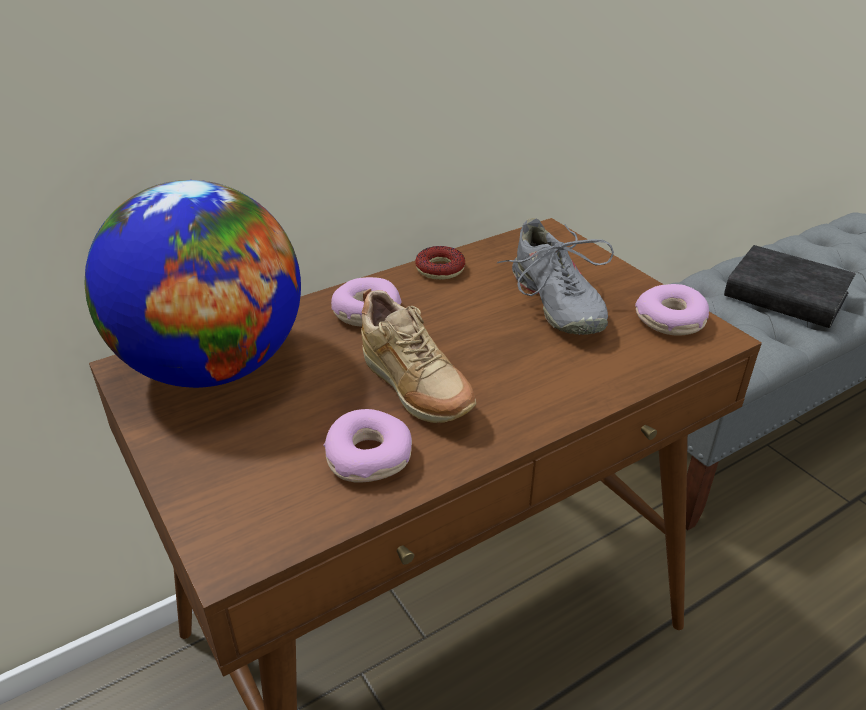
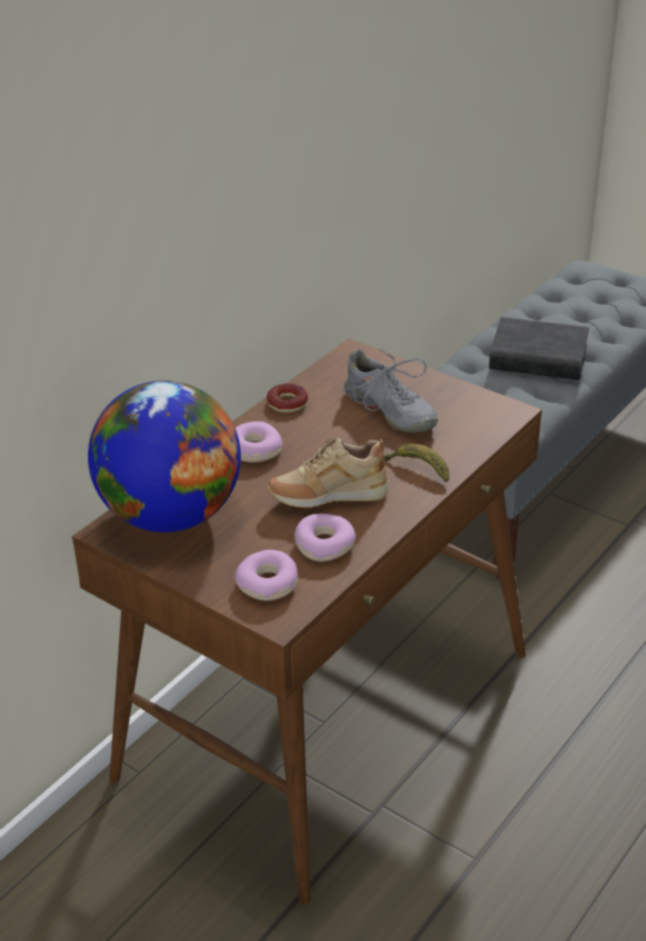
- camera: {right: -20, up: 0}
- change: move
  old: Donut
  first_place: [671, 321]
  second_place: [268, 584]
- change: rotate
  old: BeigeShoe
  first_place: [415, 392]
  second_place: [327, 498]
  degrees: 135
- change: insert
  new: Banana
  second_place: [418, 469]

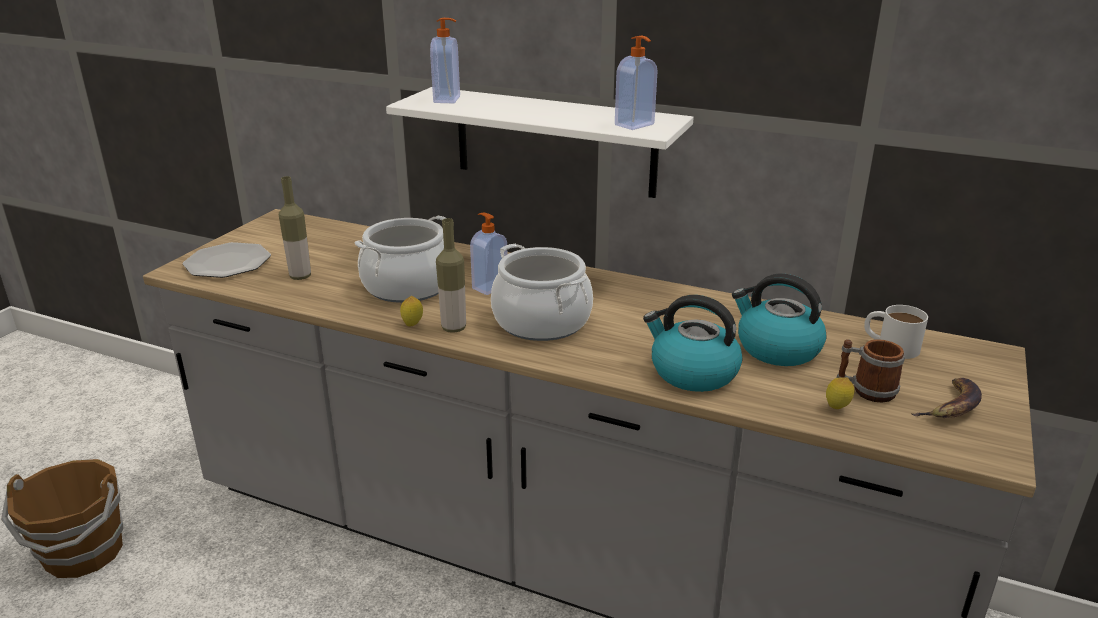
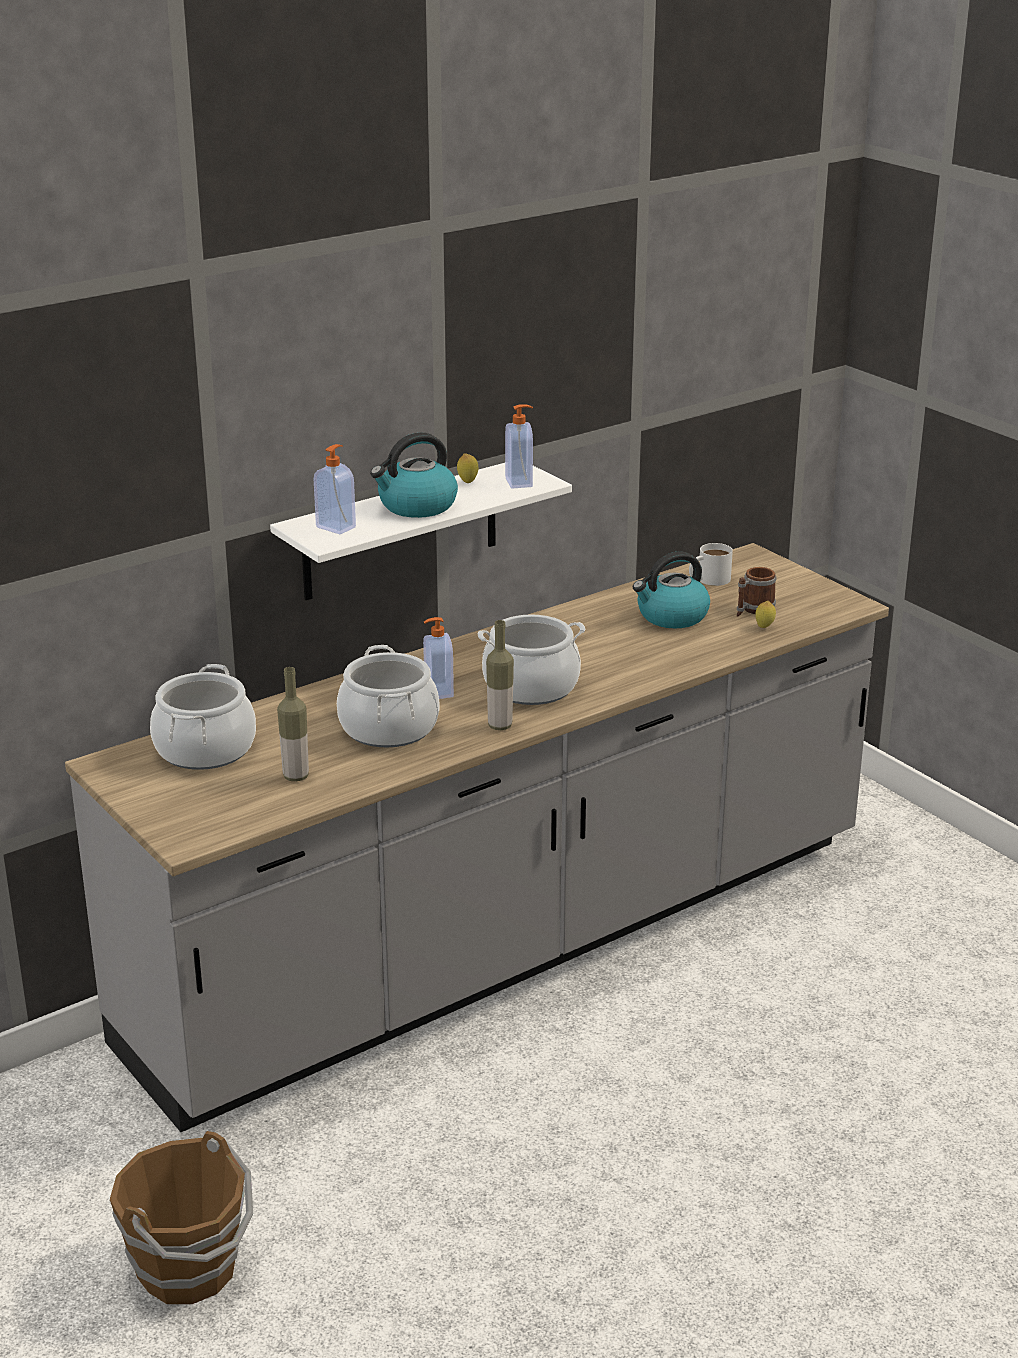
- camera: {right: -60, up: 0}
- change: delete
  old: Plate
  first_place: [227, 263]
- change: move
  old: Kettle
  first_place: [692, 372]
  second_place: [416, 506]
- change: move
  old: Lemon
  first_place: [412, 325]
  second_place: [467, 481]
- change: delete
  old: Banana
  first_place: [952, 406]
- change: insert
  new: CookingPot
  second_place: [204, 749]

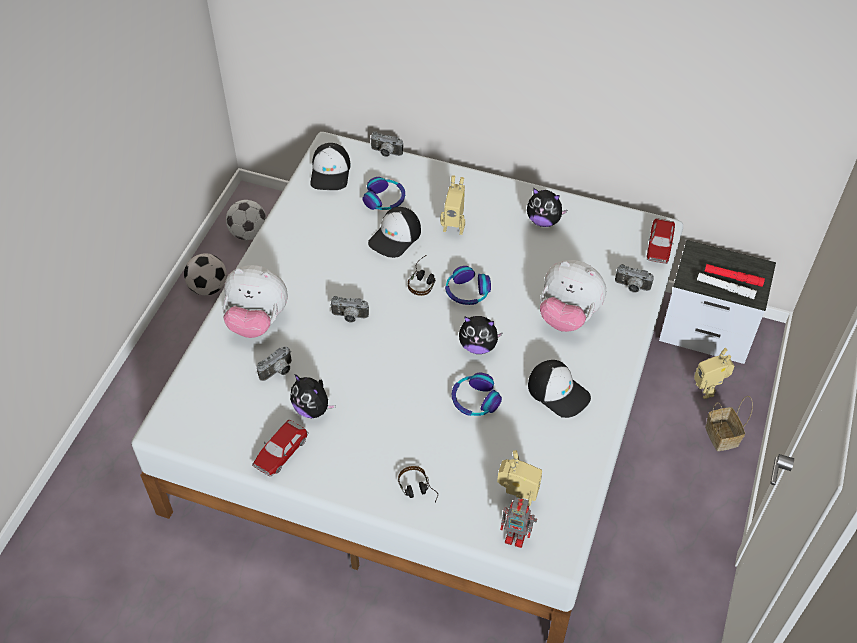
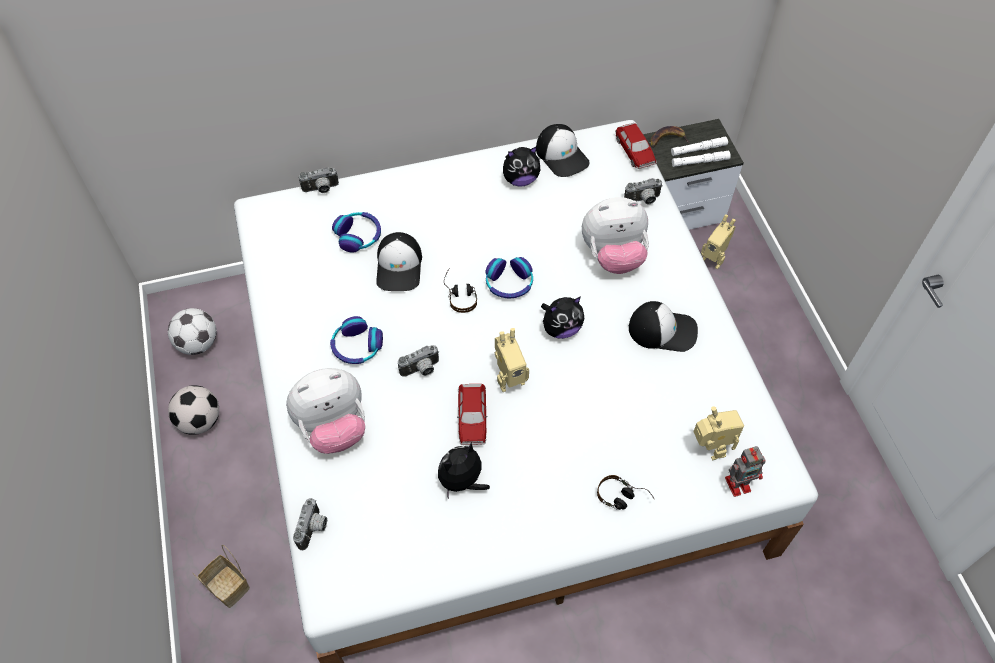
- camera: {right: -35, up: 5}
- change: move
  old: Cap
  first_place: [331, 172]
  second_place: [562, 155]
- change: move
  old: ToyRobot
  first_place: [454, 226]
  second_place: [509, 378]
- change: recolor
  old: RedFlashlight
  new: WhiteFlashlight
  first_place: [733, 278]
  second_place: [698, 149]
- change: move
  old: PhotoCamera
  first_place: [278, 372]
  second_place: [314, 529]
- change: move
  old: Headphones
  first_place: [475, 400]
  second_place: [357, 346]
- change: rotate
  old: PlushToy
  first_place: [313, 408]
  second_place: [462, 481]
  degrees: 135
- change: move
  old: Basket
  first_place: [722, 437]
  second_place: [230, 587]
- change: move
  old: ToyCar
  first_place: [281, 452]
  second_place: [472, 418]
- change: insert
  new: Banana
  second_place: [667, 139]

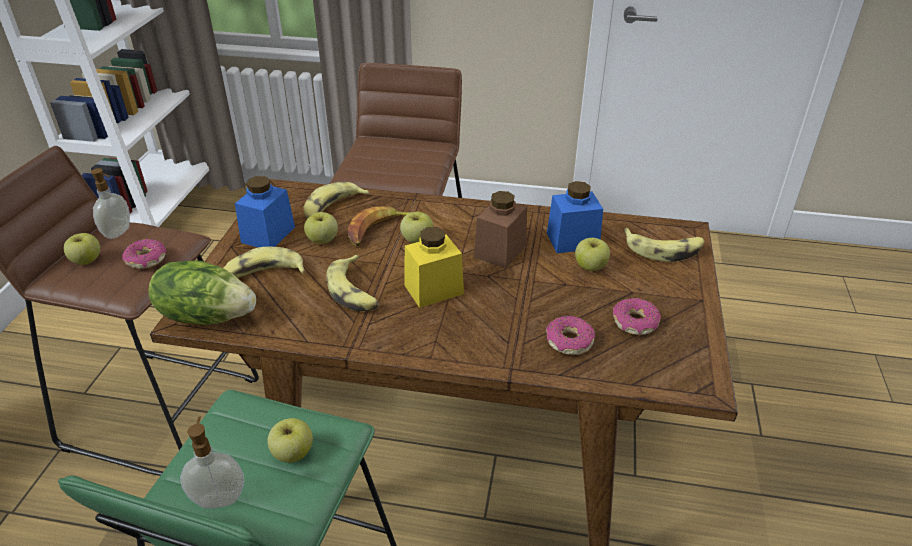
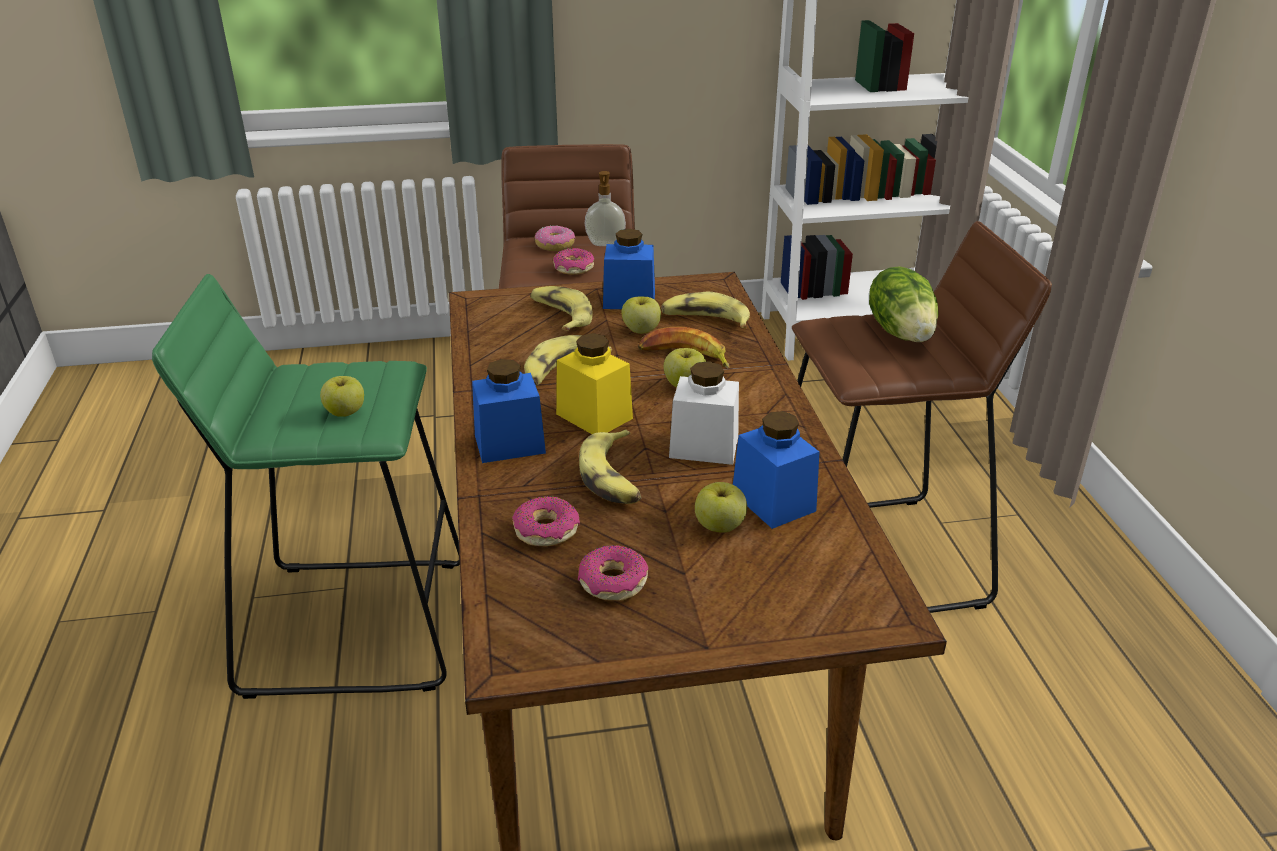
- camera: {right: 70, up: -5}
- change: recolor
  old: BrownJar
  new: WhiteJar
  first_place: [500, 251]
  second_place: [704, 447]
- change: move
  old: Banana
  first_place: [663, 250]
  second_place: [614, 477]
- change: replace
  old: Apple
  new: Donut
  first_place: [86, 260]
  second_place: [555, 245]
- change: move
  old: Lettuce
  first_place: [207, 315]
  second_place: [902, 332]
- change: delete
  old: SoapDispenser
  first_place: [219, 498]
- change: insert
  new: BlueJar
  second_place: [509, 444]

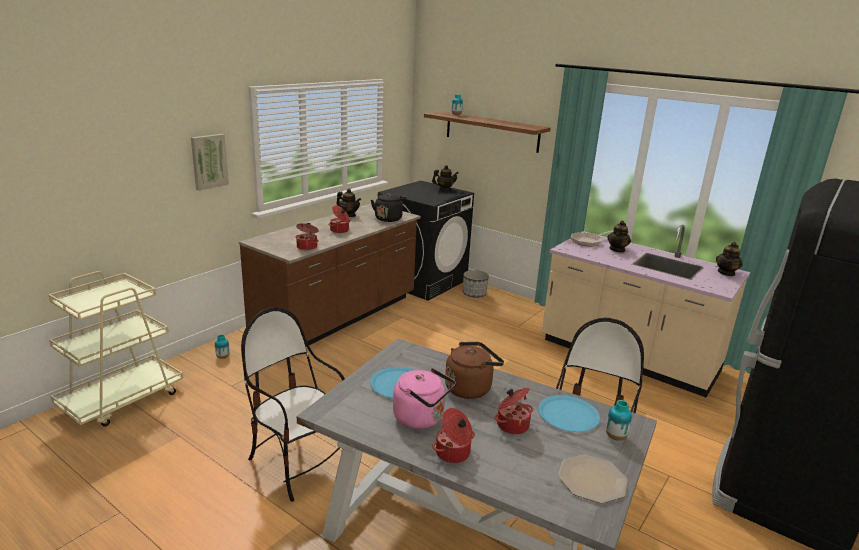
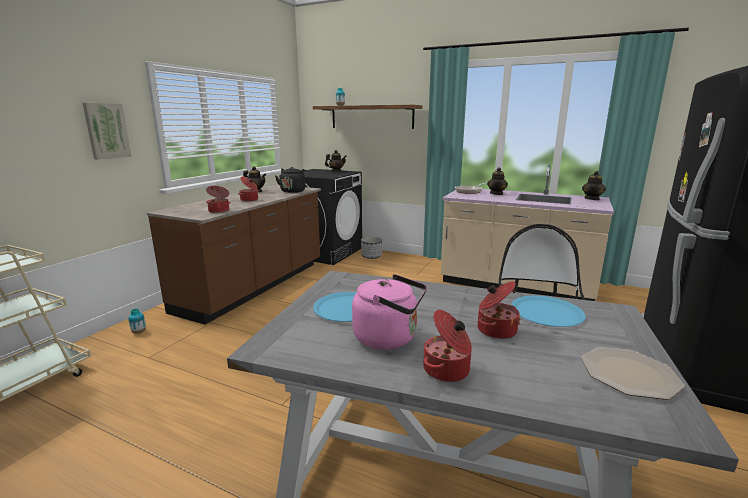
- camera: {right: -10, up: -5}
- change: delete
  old: Chair
  first_place: [298, 463]
- change: delete
  old: BrownKettle
  first_place: [470, 388]
- change: delete
  old: Vase
  first_place: [615, 437]

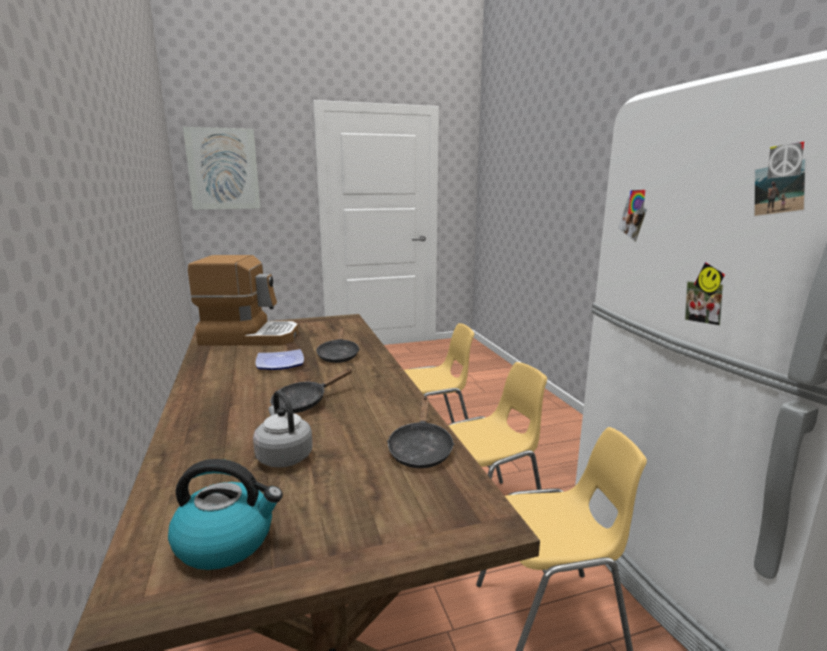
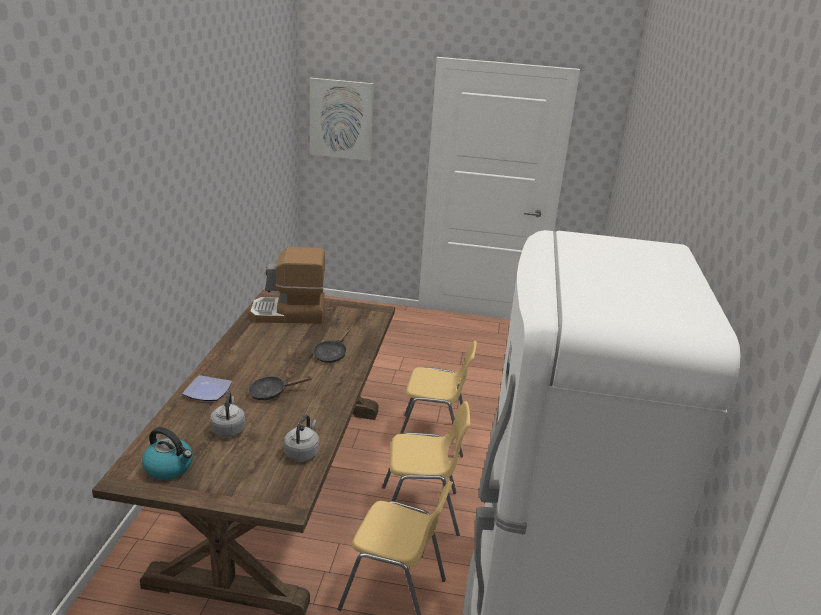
- camera: {right: 25, up: 10}
- change: rotate
  old: CoffeeMachine
  first_place: [250, 337]
  second_place: [289, 314]
  degrees: 150
- change: move
  old: Plate
  first_place: [279, 363]
  second_place: [206, 391]
- change: replace
  old: BlackFryingPan
  new: GreyKettle
  first_place: [420, 450]
  second_place: [302, 452]

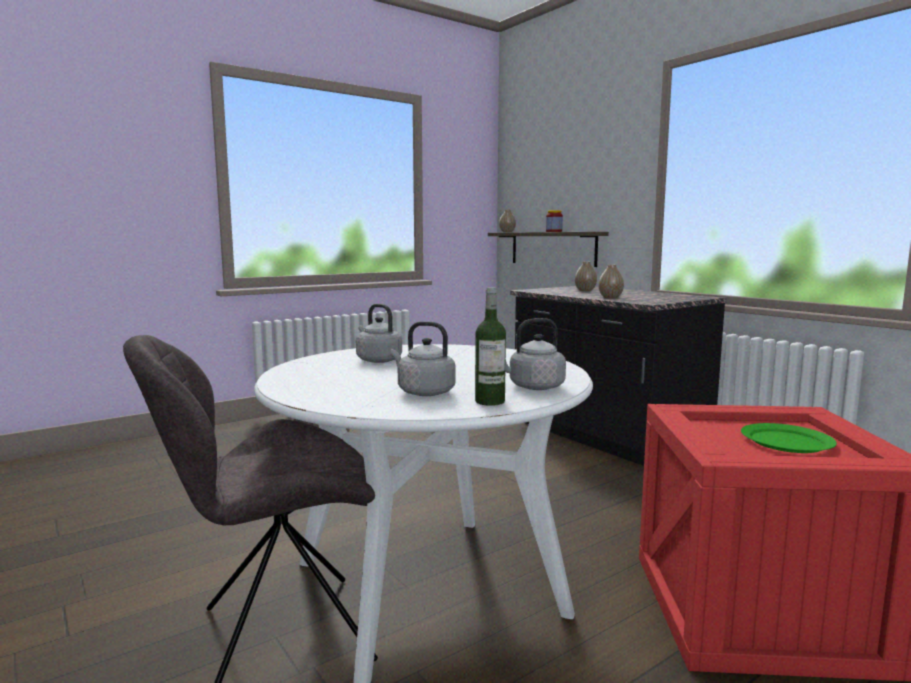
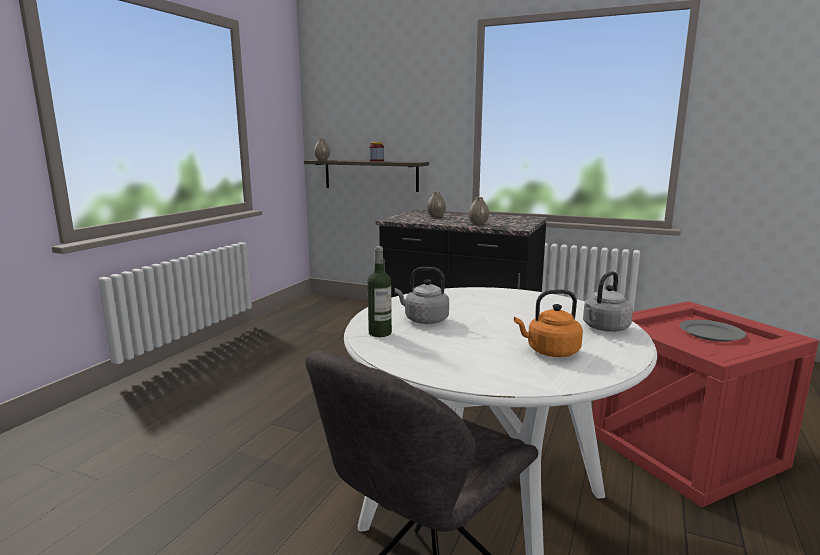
- camera: {right: -30, up: 5}
- change: move
  old: Bottle
  first_place: [490, 401]
  second_place: [380, 333]
- change: recolor
  old: GreyKettle
  new: OrangeKettle
  first_place: [423, 392]
  second_place: [550, 351]
- change: recolor
  old: GreenPlate
  new: GreyPlate
  first_place: [786, 442]
  second_place: [711, 333]

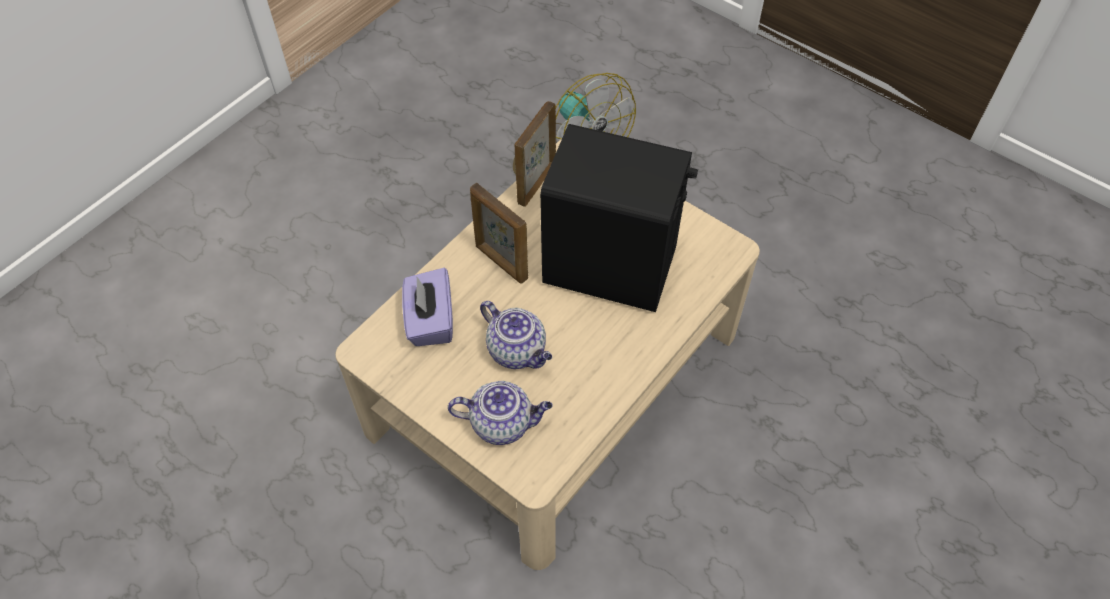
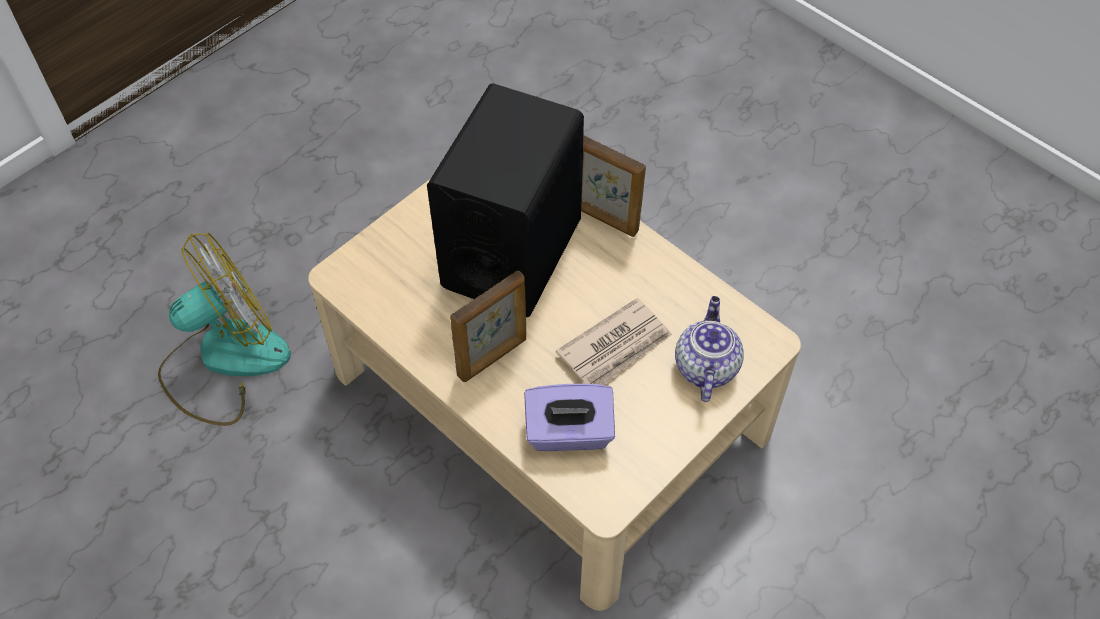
- camera: {right: -85, up: 0}
- change: move
  old: PictureFrame
  first_place: [536, 183]
  second_place: [604, 219]
- change: replace
  old: Teapot
  new: Newspaper
  first_place: [518, 351]
  second_place: [616, 347]

